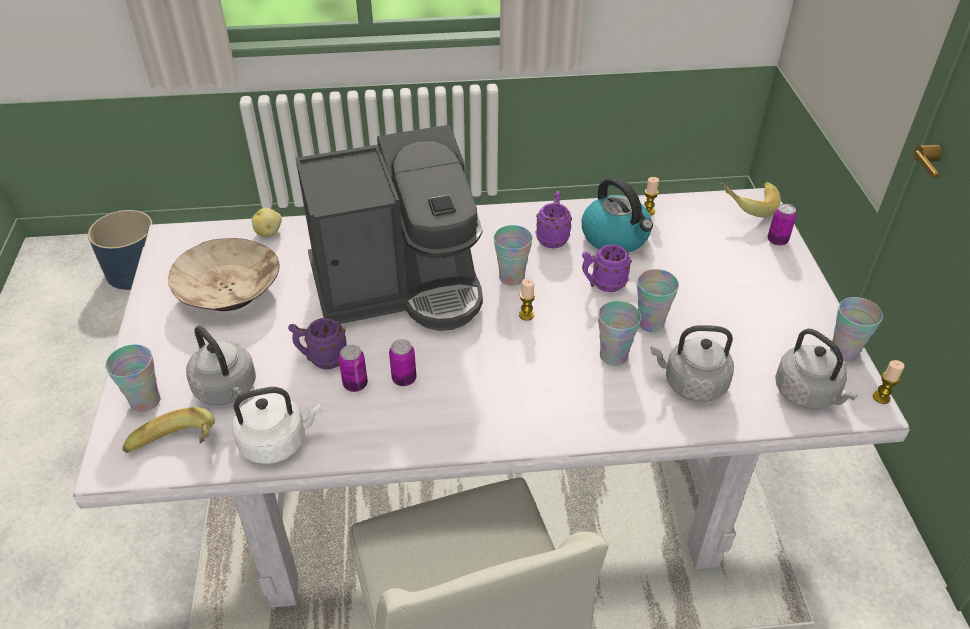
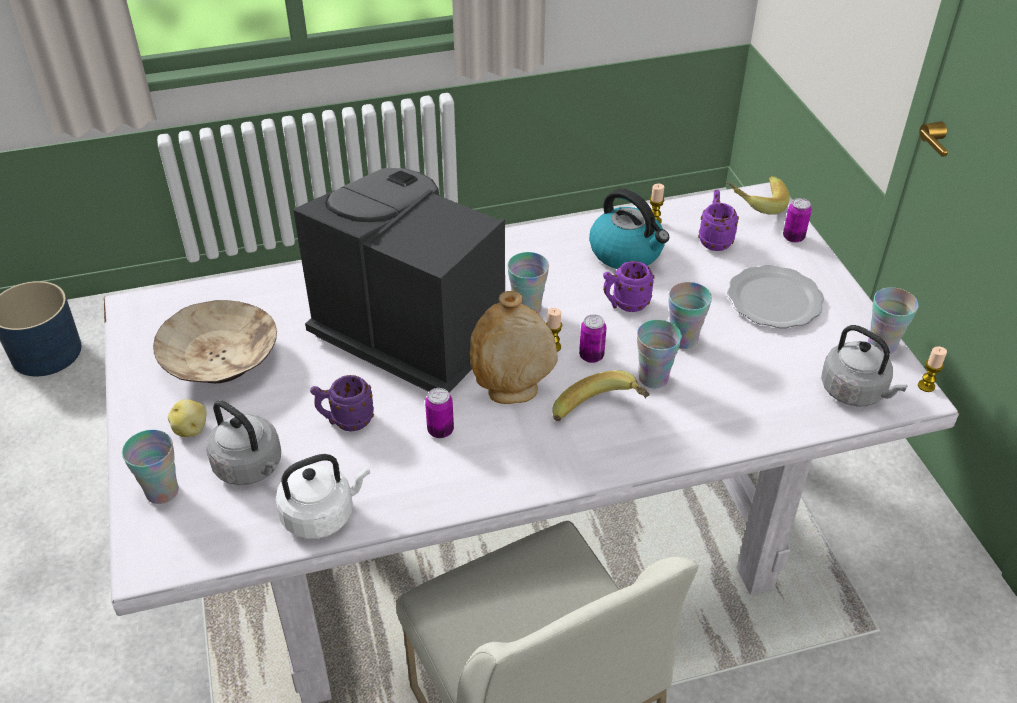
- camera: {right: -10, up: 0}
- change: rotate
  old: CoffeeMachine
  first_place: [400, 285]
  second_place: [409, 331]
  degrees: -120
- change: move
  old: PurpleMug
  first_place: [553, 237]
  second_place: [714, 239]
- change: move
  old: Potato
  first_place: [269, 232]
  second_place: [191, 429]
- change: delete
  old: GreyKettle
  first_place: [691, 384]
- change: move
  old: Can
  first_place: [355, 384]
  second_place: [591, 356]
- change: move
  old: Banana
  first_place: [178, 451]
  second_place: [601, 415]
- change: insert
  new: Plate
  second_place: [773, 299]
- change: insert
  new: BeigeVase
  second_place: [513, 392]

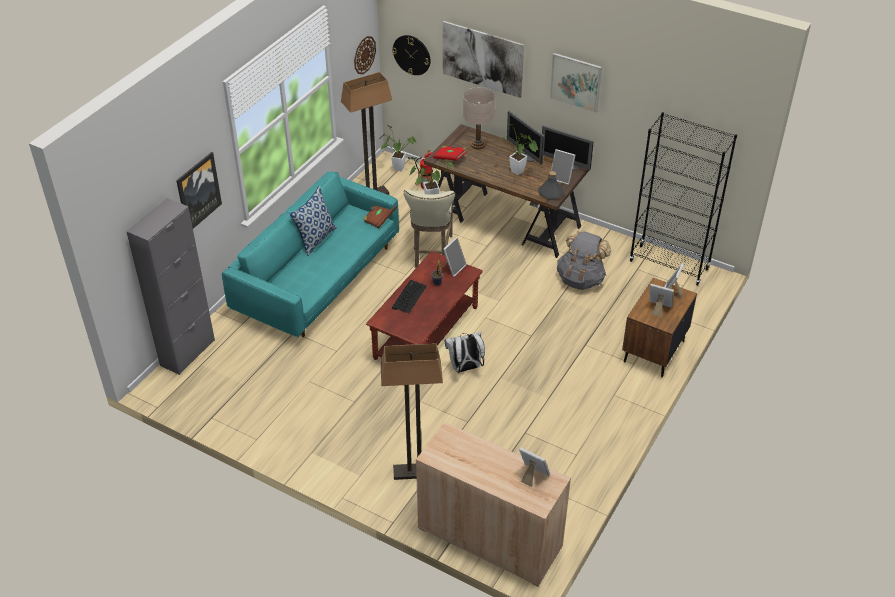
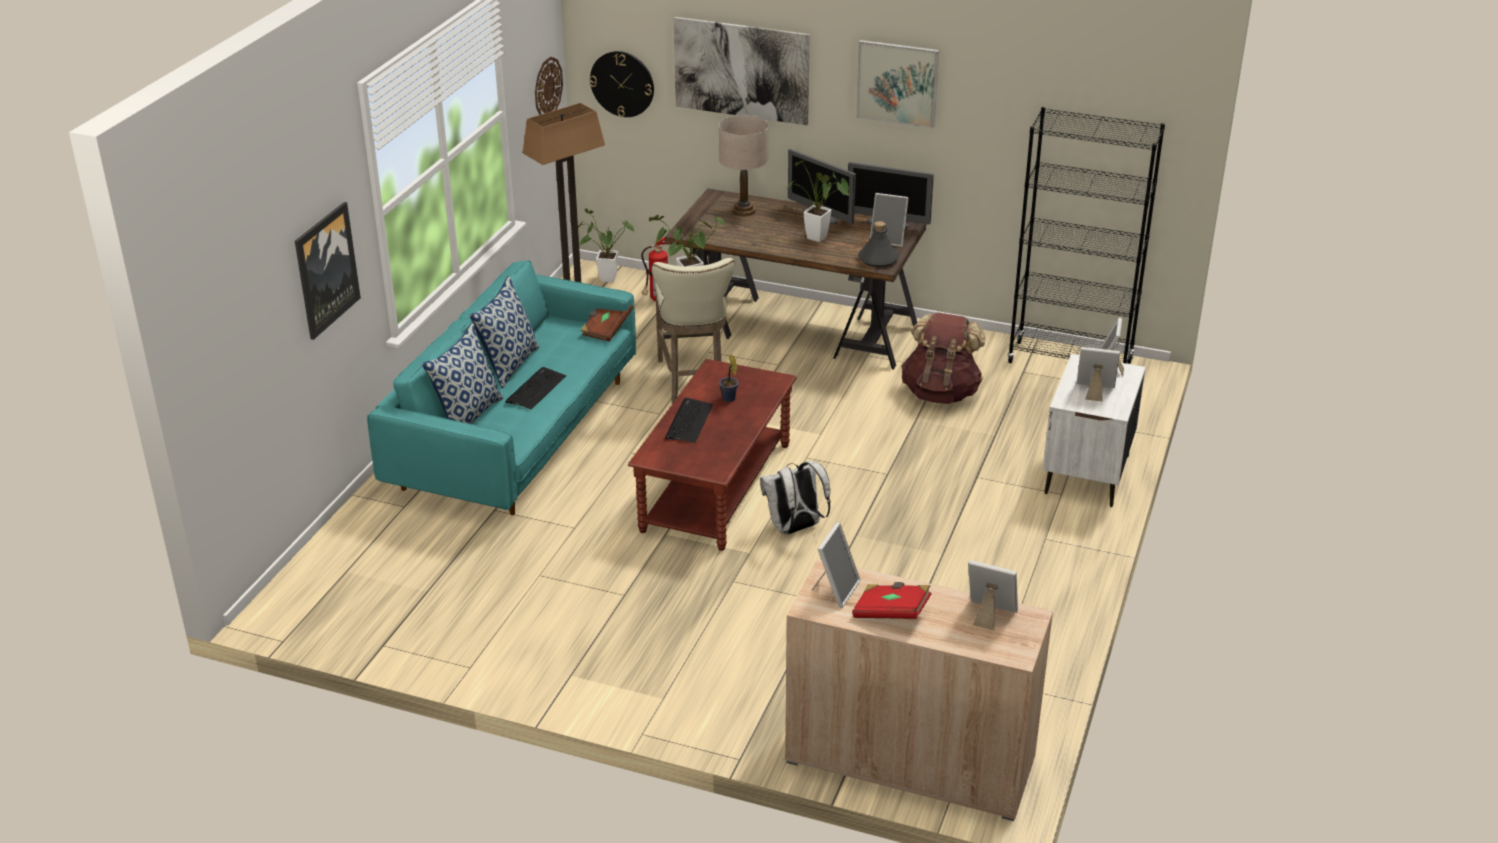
- camera: {right: -10, up: -10}
- change: move
  old: RedBook
  first_place: [450, 158]
  second_place: [891, 613]
- change: delete
  old: GreyCabinet
  first_place: [187, 352]
- change: recolor
  old: GreyBackpack
  new: BrownBackpack
  first_place: [581, 279]
  second_place: [941, 393]
- change: move
  old: PictureFrame
  first_place: [453, 268]
  second_place: [835, 590]
- change: recolor
  old: BrownNightstand
  new: WhiteNightstand
  first_place: [653, 351]
  second_place: [1086, 475]
- change: delete
  old: FloorLamp
  first_place: [414, 472]
- change: insert
  new: Pillow
  second_place: [468, 415]
- change: insert
  new: Keyboard
  second_place: [536, 389]

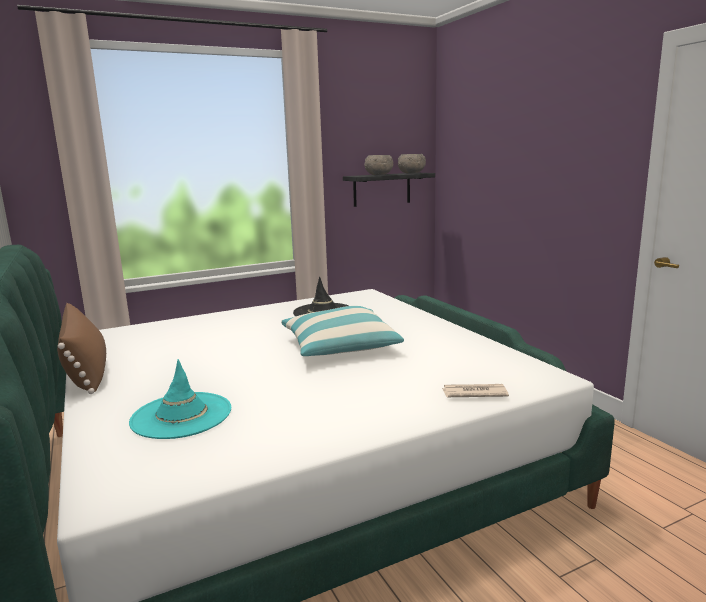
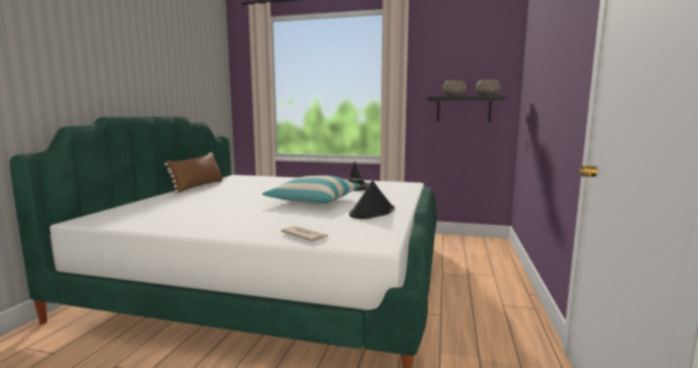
- camera: {right: 40, up: -5}
- change: delete
  old: TurquoiseHat
  first_place: [181, 415]
- change: insert
  new: BlackHat
  second_place: [372, 212]

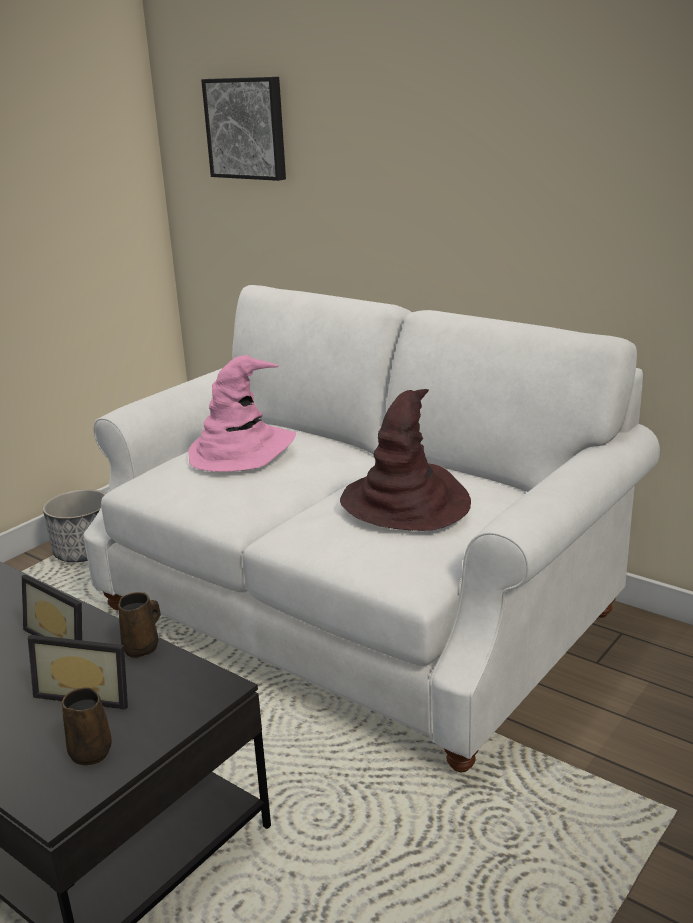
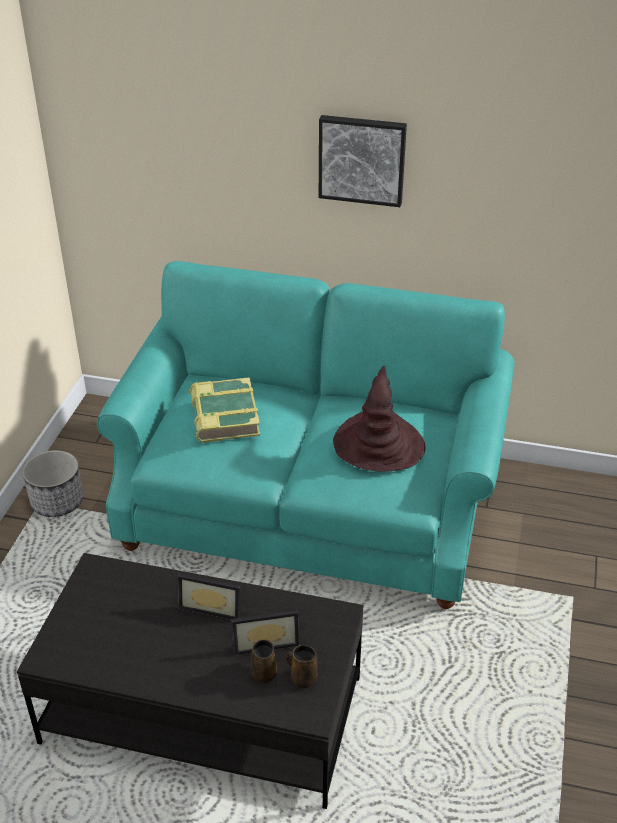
- camera: {right: -25, up: 15}
- change: move
  old: Picture
  first_place: [247, 128]
  second_place: [362, 159]
- change: recolor
  old: WhiteSofa
  new: TurquoiseSofa
  first_place: [356, 610]
  second_place: [310, 504]
- change: replace
  old: PinkHat
  new: Book
  first_place: [241, 450]
  second_place: [223, 416]
- change: move
  old: BrownMug
  first_place: [143, 647]
  second_place: [264, 673]

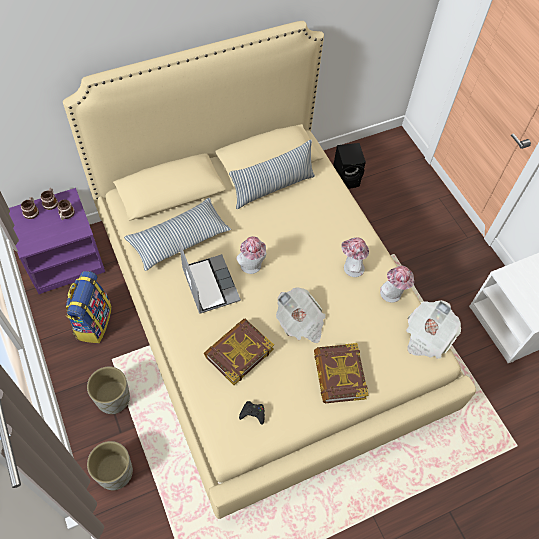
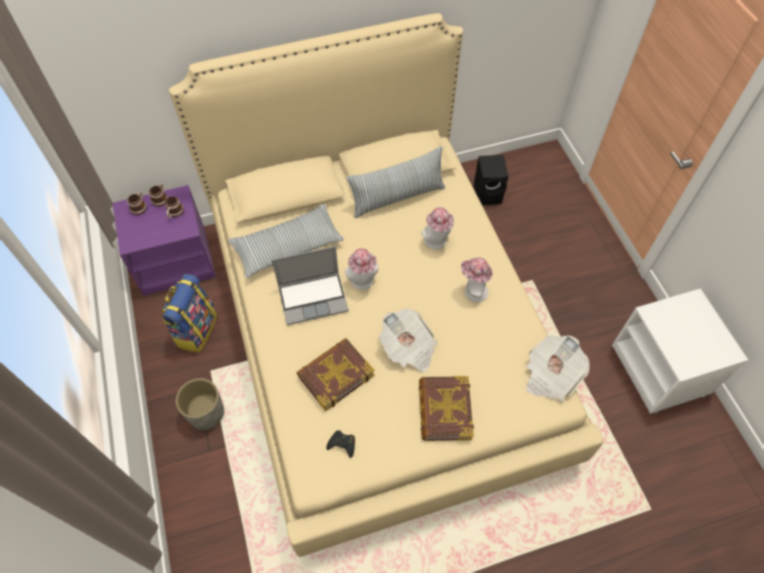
- camera: {right: 10, up: 0}
- change: rotate
  old: Laptop
  first_place: [209, 284]
  second_place: [313, 298]
  degrees: 90
- change: move
  old: Hat
  first_place: [393, 295]
  second_place: [437, 242]
- change: delete
  old: GreyPlanter
  first_place: [115, 473]

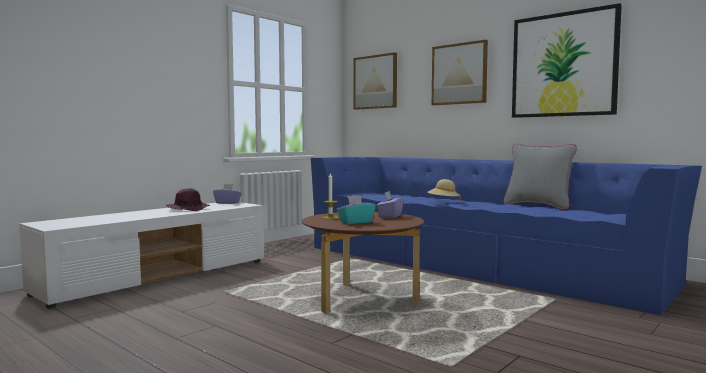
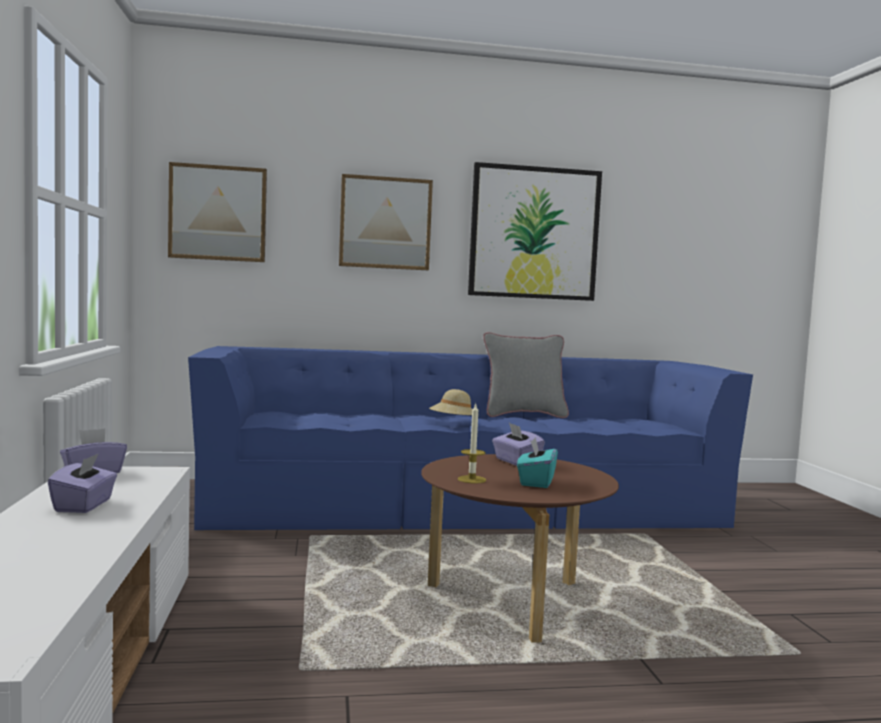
- camera: {right: -50, up: 0}
- change: replace
  old: PurpleHat
  new: PurpleTissueBox
  first_place: [188, 209]
  second_place: [84, 505]

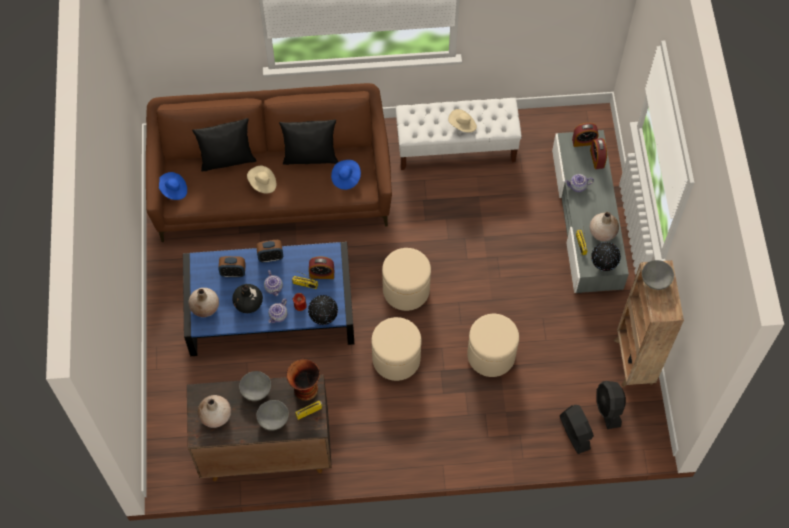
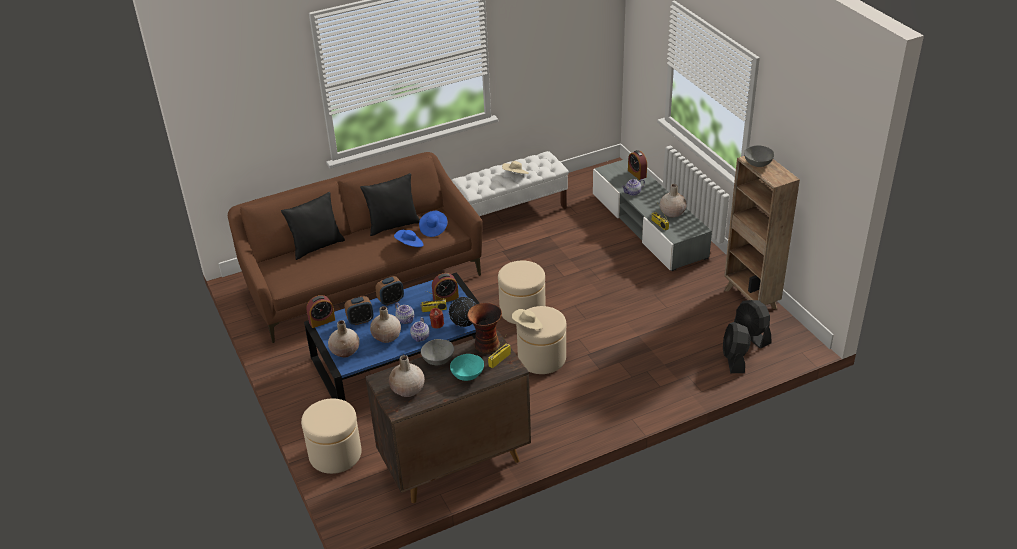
- camera: {right: -20, up: -25}
- change: move
  old: AlarmClock
  first_place: [584, 141]
  second_place: [322, 321]
- change: move
  old: BeigeHat
  first_place: [263, 184]
  second_place: [527, 326]
- change: move
  old: BlueHat
  first_place: [173, 190]
  second_place: [409, 245]
- change: delete
  old: Globe
  first_place: [603, 265]
- change: recolor
  old: BlackVase
  new: BeigeVase
  first_place: [248, 303]
  second_place: [387, 337]
- change: move
  old: BeigeOttoman
  first_place: [491, 355]
  second_place: [335, 454]
- change: recolor
  old: GreyBowl
  new: TurquoiseBowl
  first_place: [273, 419]
  second_place: [467, 375]
- change: rotate
  old: BlackFan
  first_place: [575, 432]
  second_place: [734, 359]
  degrees: -135

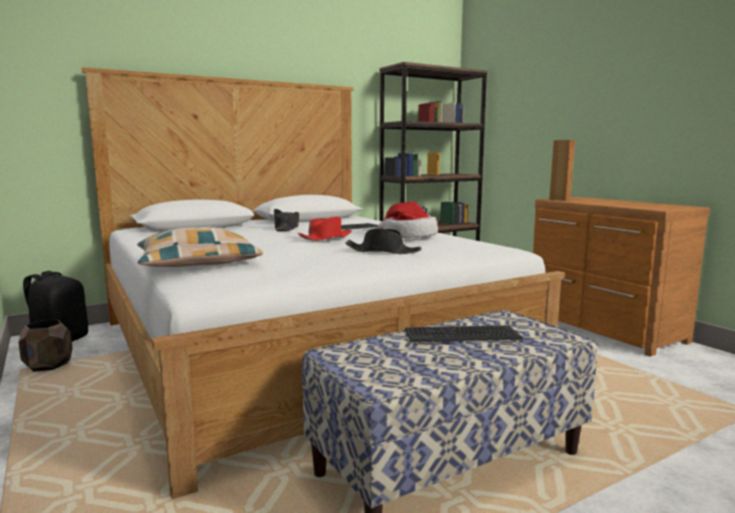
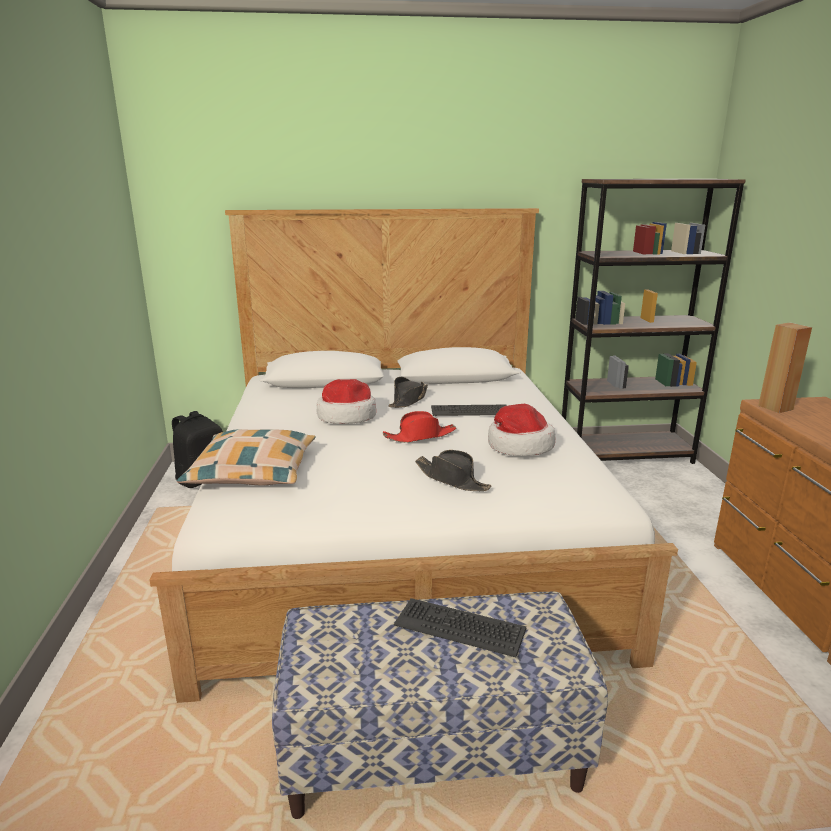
- camera: {right: 25, up: 10}
- change: delete
  old: BrownPlanter
  first_place: [49, 366]
- change: insert
  new: Hat
  second_place: [346, 416]

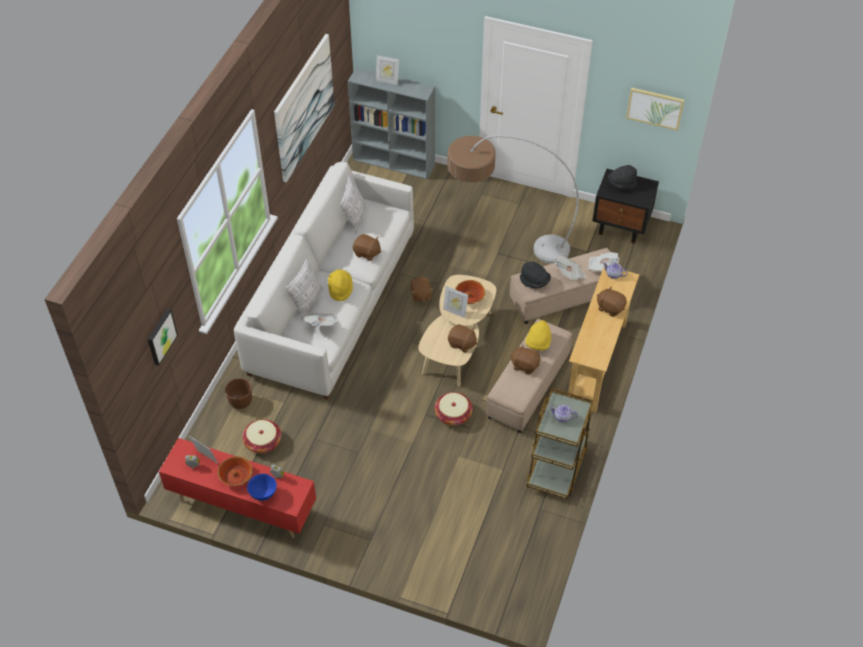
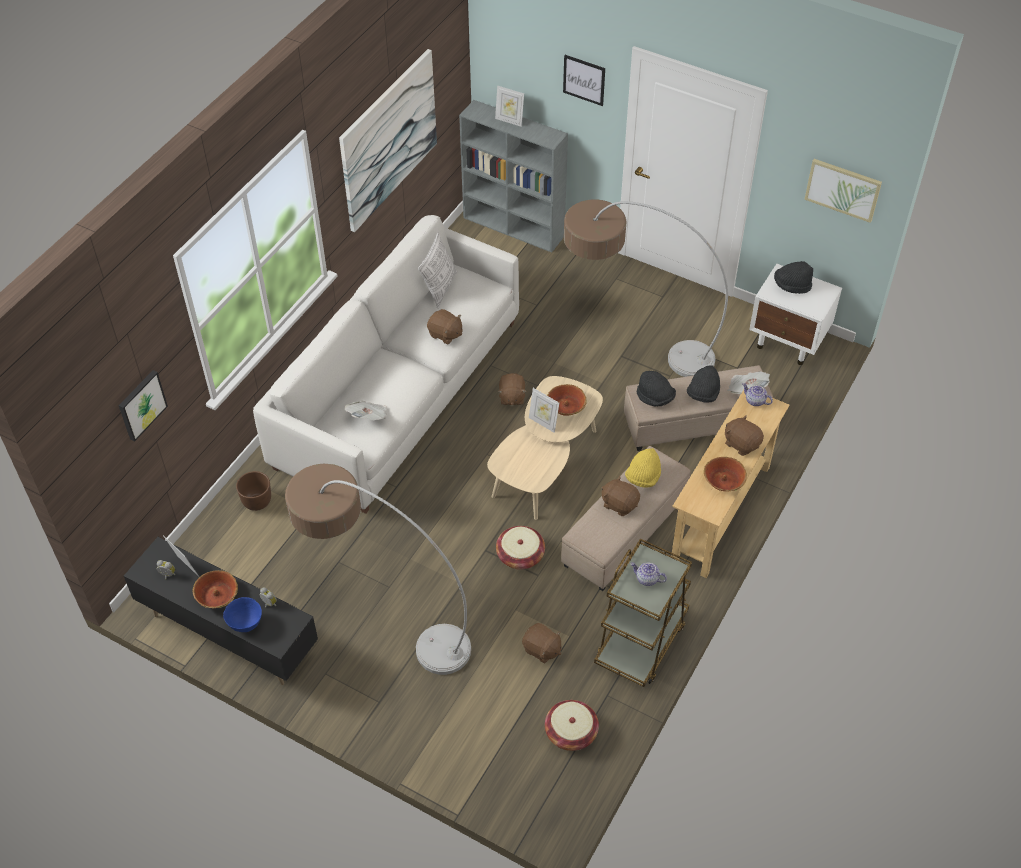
- camera: {right: 10, up: 0}
- change: recolor
  old: BlackNightstand
  new: WhiteNightstand
  first_place: [621, 227]
  second_place: [788, 342]
- change: replace
  old: Newspaper
  new: BlackHat
  first_place: [570, 274]
  second_place: [703, 394]
- change: delete
  old: Pillow
  first_place: [307, 302]
- change: delete
  old: YellowHat
  first_place: [340, 289]
- change: move
  old: BrownPlushToy
  first_place: [462, 344]
  second_place: [541, 649]
- change: move
  old: Basket
  first_place: [263, 442]
  second_place: [571, 732]
- change: recolor
  old: RedTvStand
  new: BlackTvStand
  first_place: [242, 506]
  second_place: [229, 634]
- change: insert
  new: Picture
  second_place: [584, 80]
- change: insert
  new: Bowl
  second_place: [723, 481]
- change: insert
  new: FloorLamp
  second_place: [381, 615]

